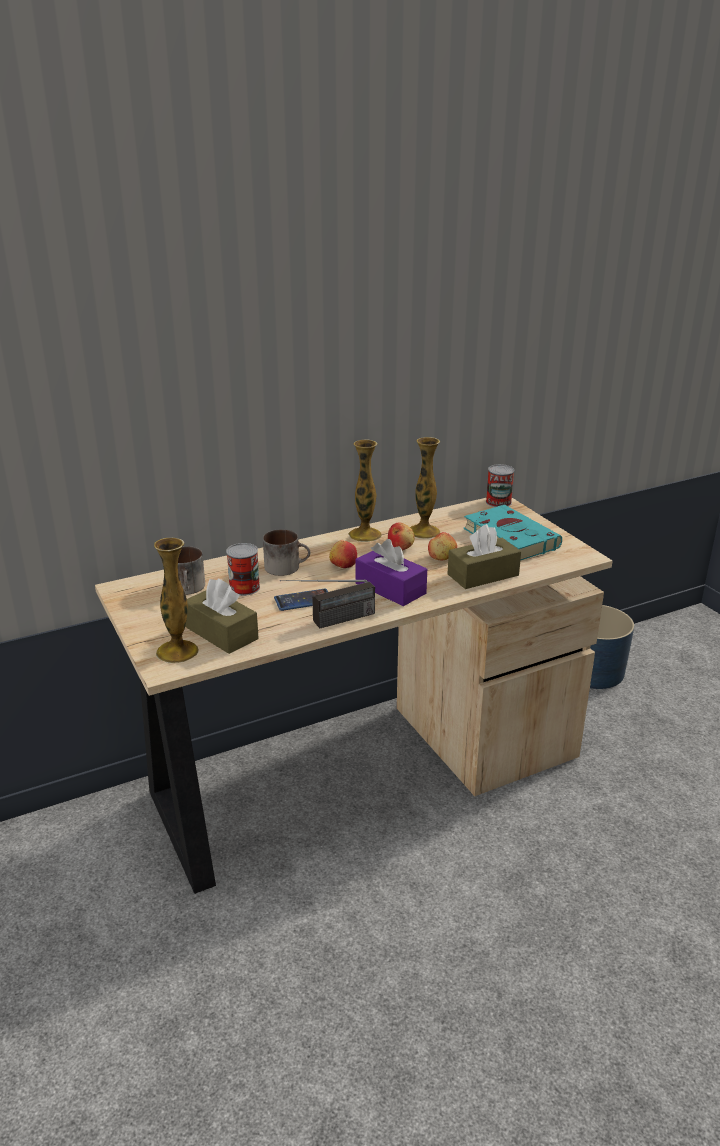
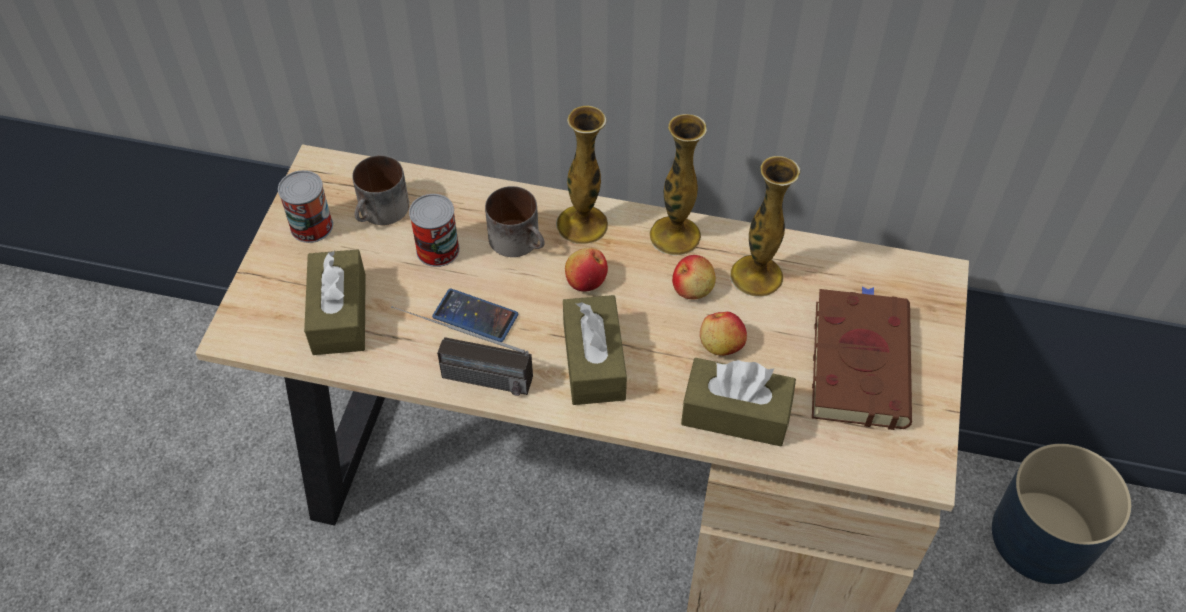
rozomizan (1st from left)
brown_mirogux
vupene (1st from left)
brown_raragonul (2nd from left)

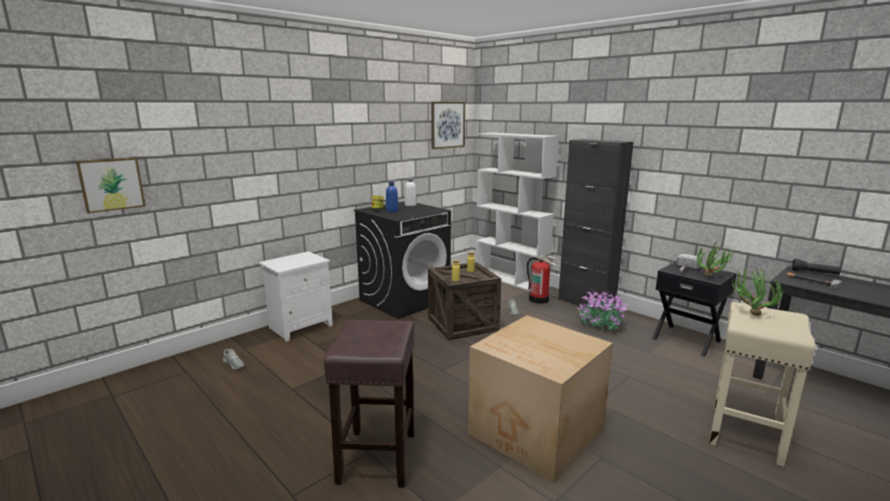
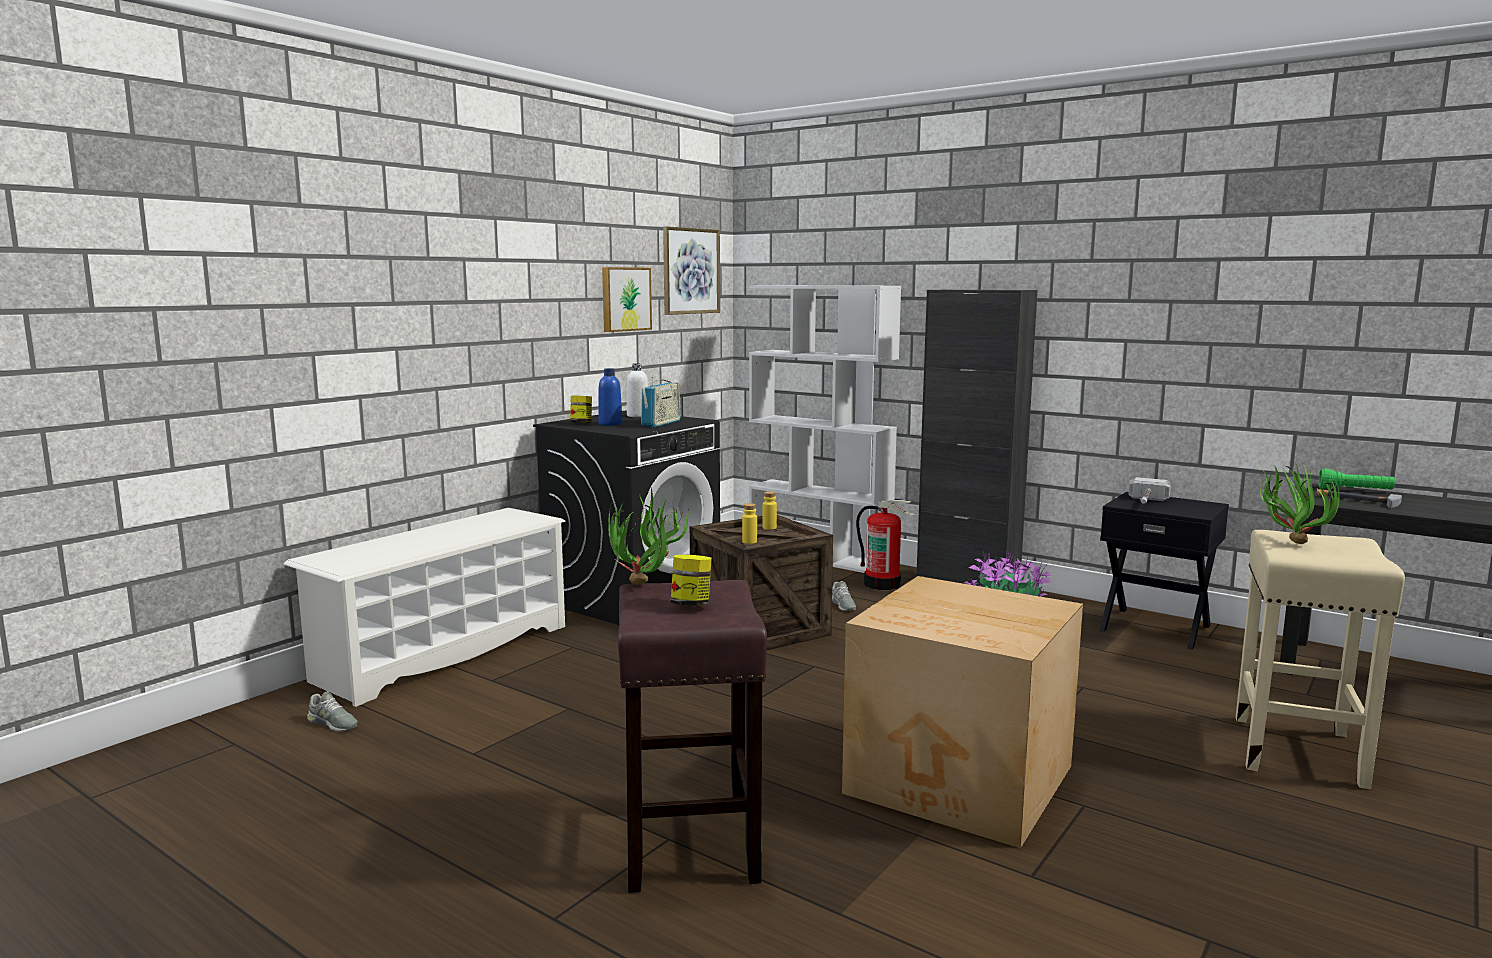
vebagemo (1st from left)
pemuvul (1st from left)
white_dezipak
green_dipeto
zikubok
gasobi (2nd from left)

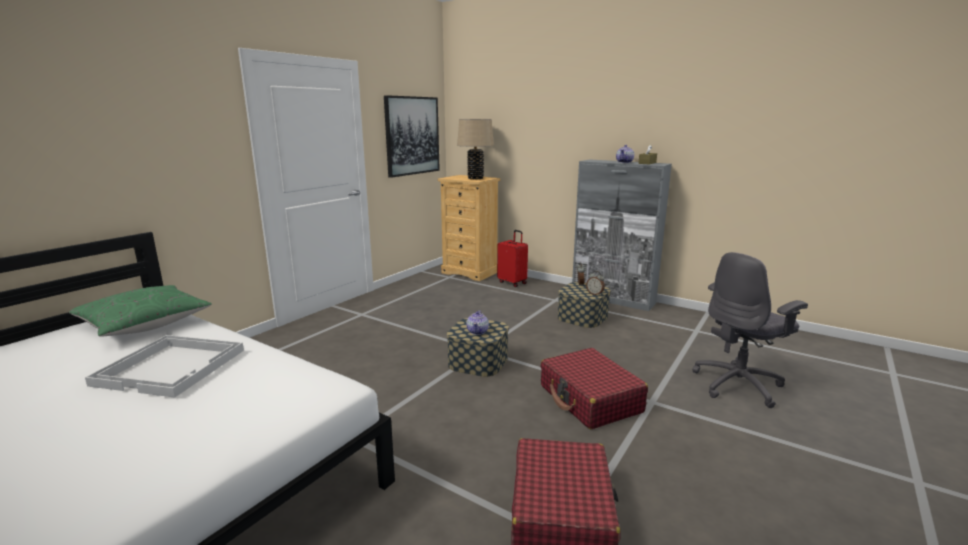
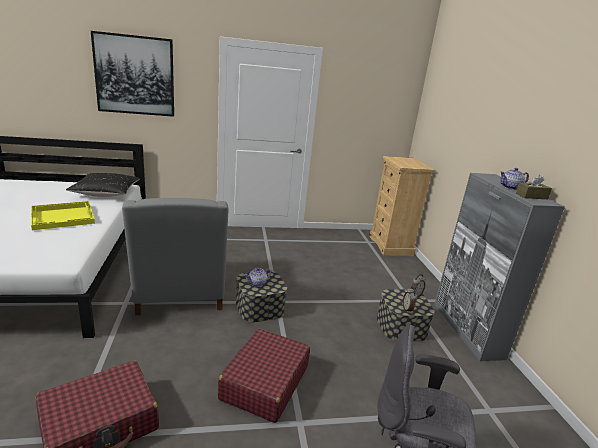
vebagemo
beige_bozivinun
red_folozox (1st from left in the first image)
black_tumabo
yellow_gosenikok
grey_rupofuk

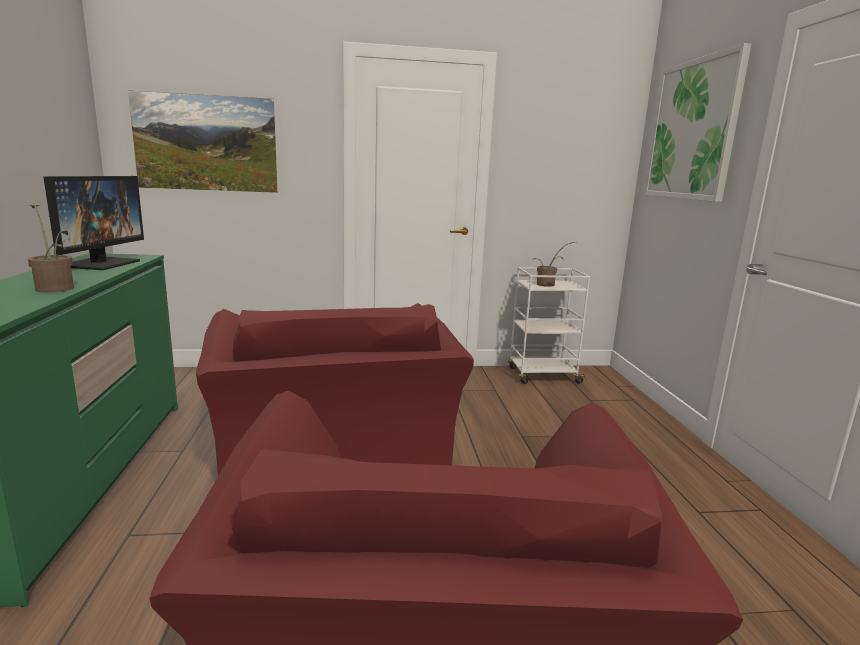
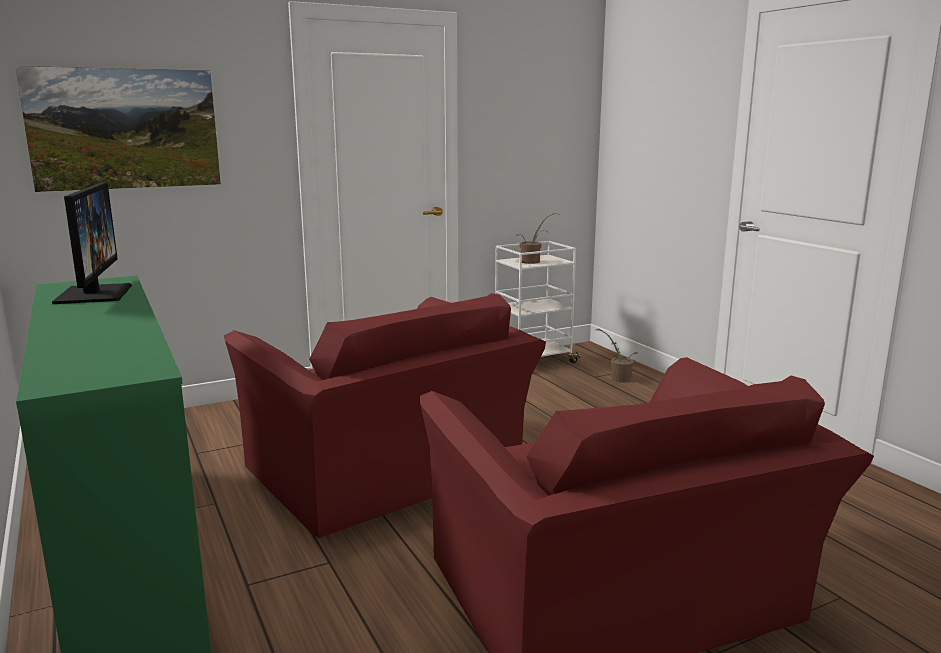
vebagemo (2nd from left in the first image)
pemuvul (2nd from left)

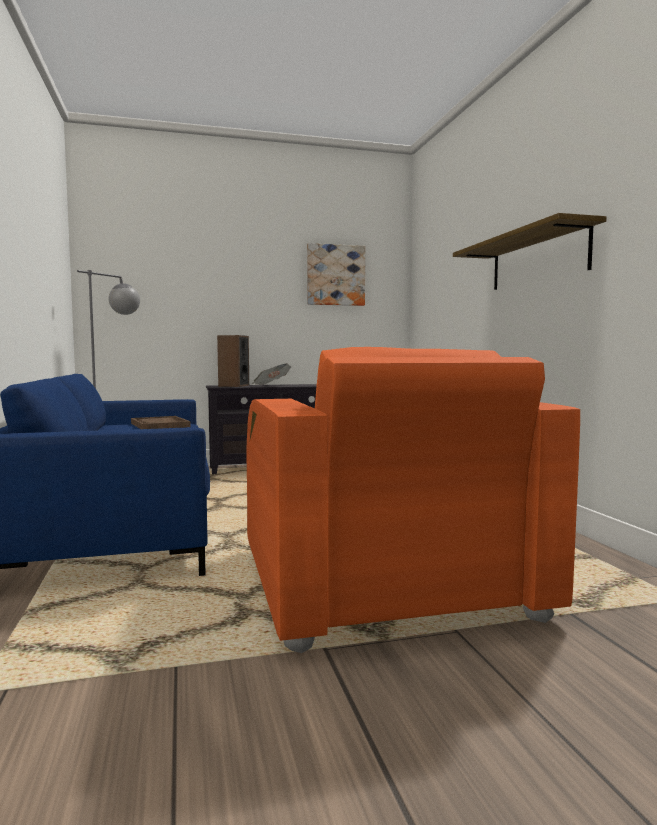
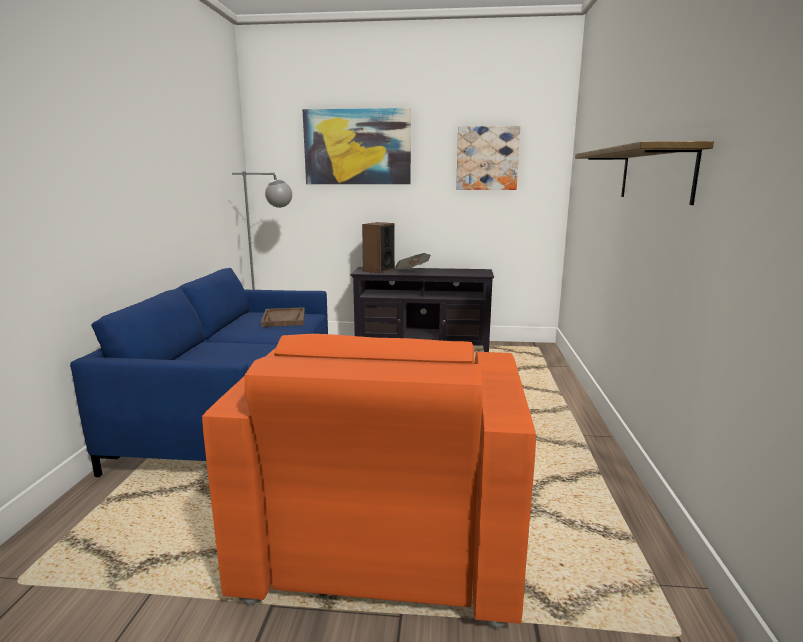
vebagemo (1st from left)

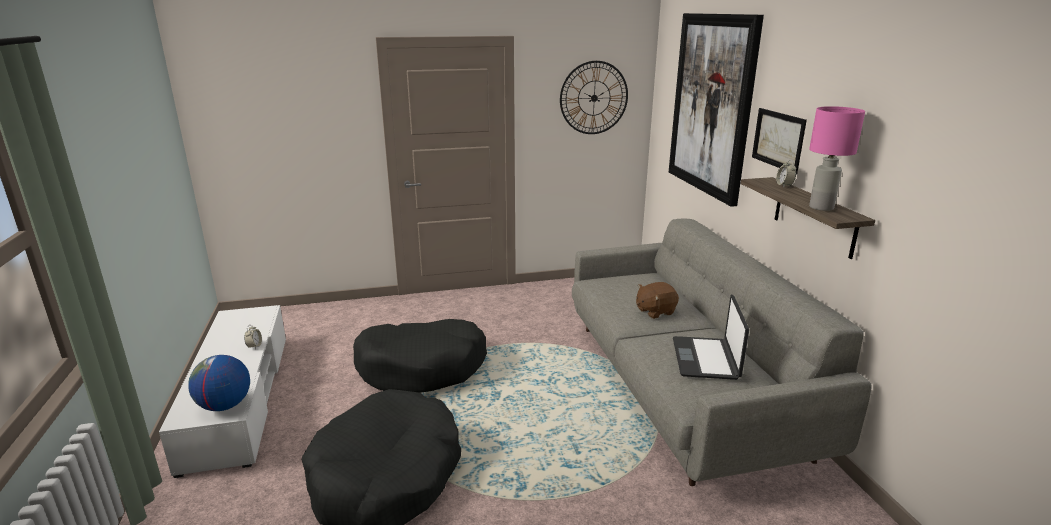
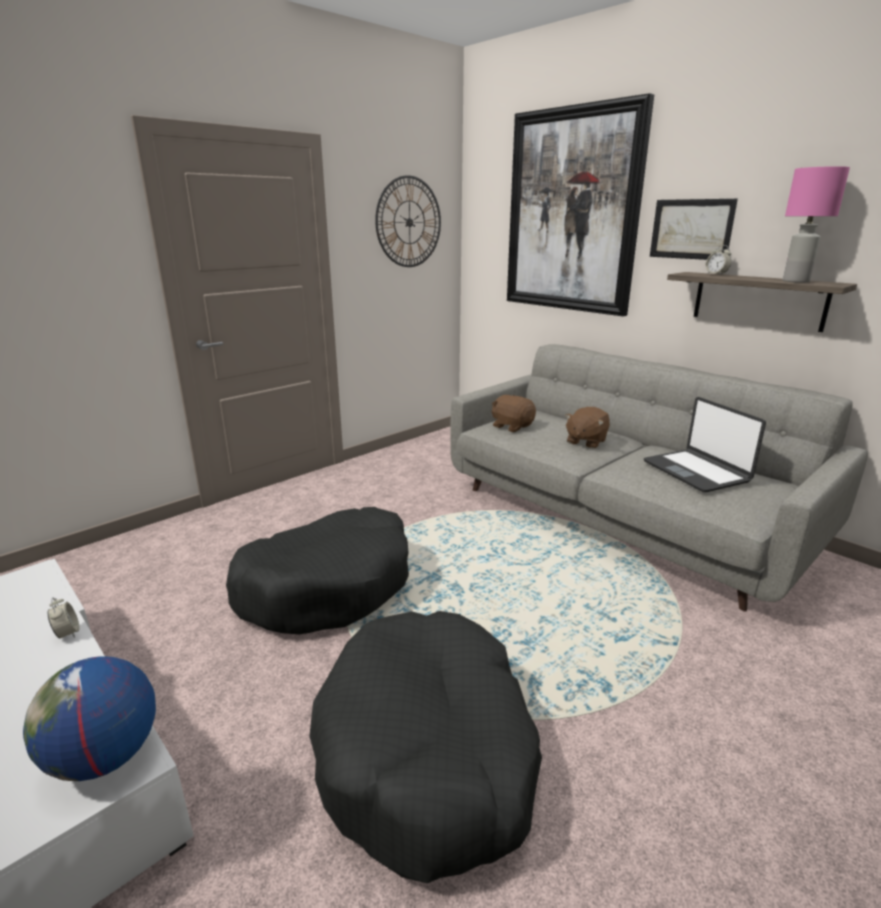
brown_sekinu (1st from left)

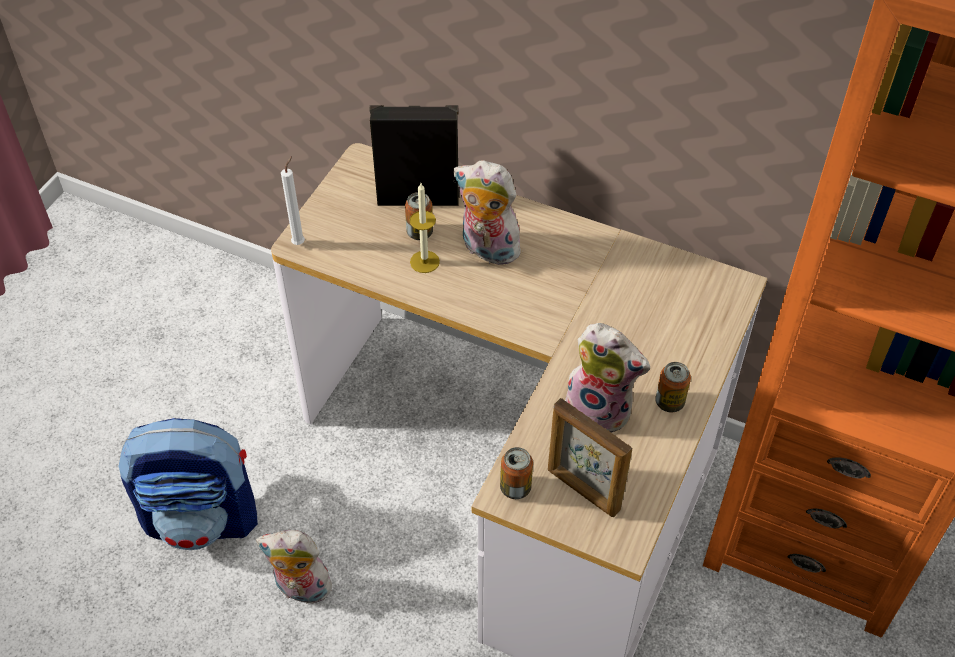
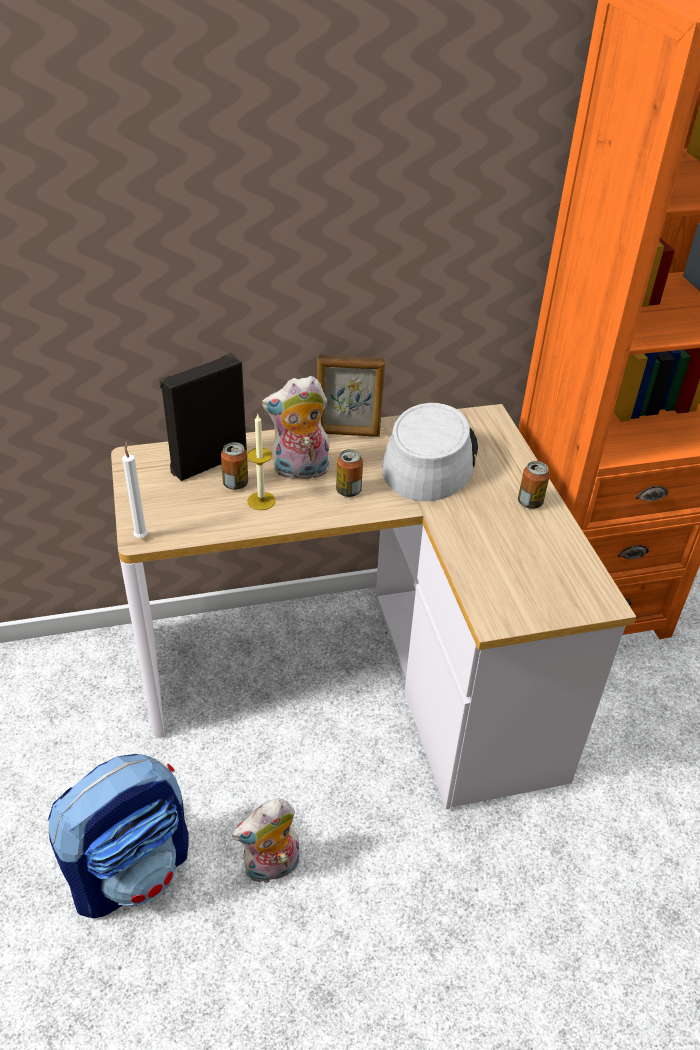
sekinu (3rd from left in the first image)
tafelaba
rozomizan (2nd from left)
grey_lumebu

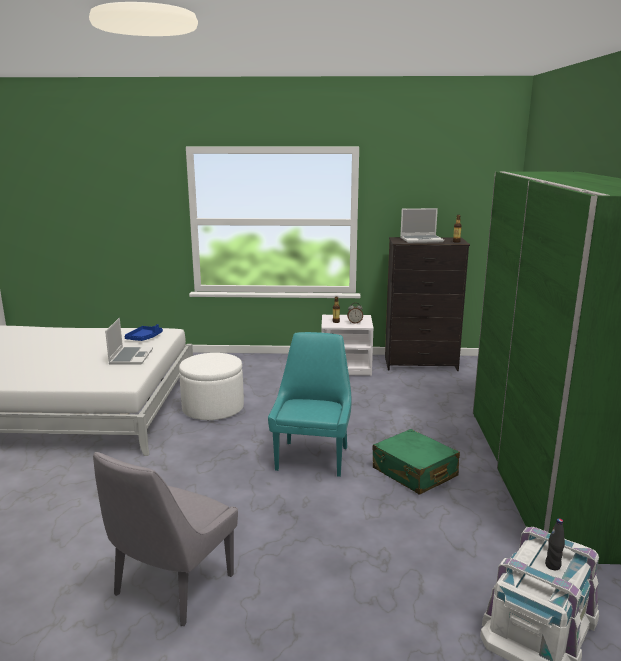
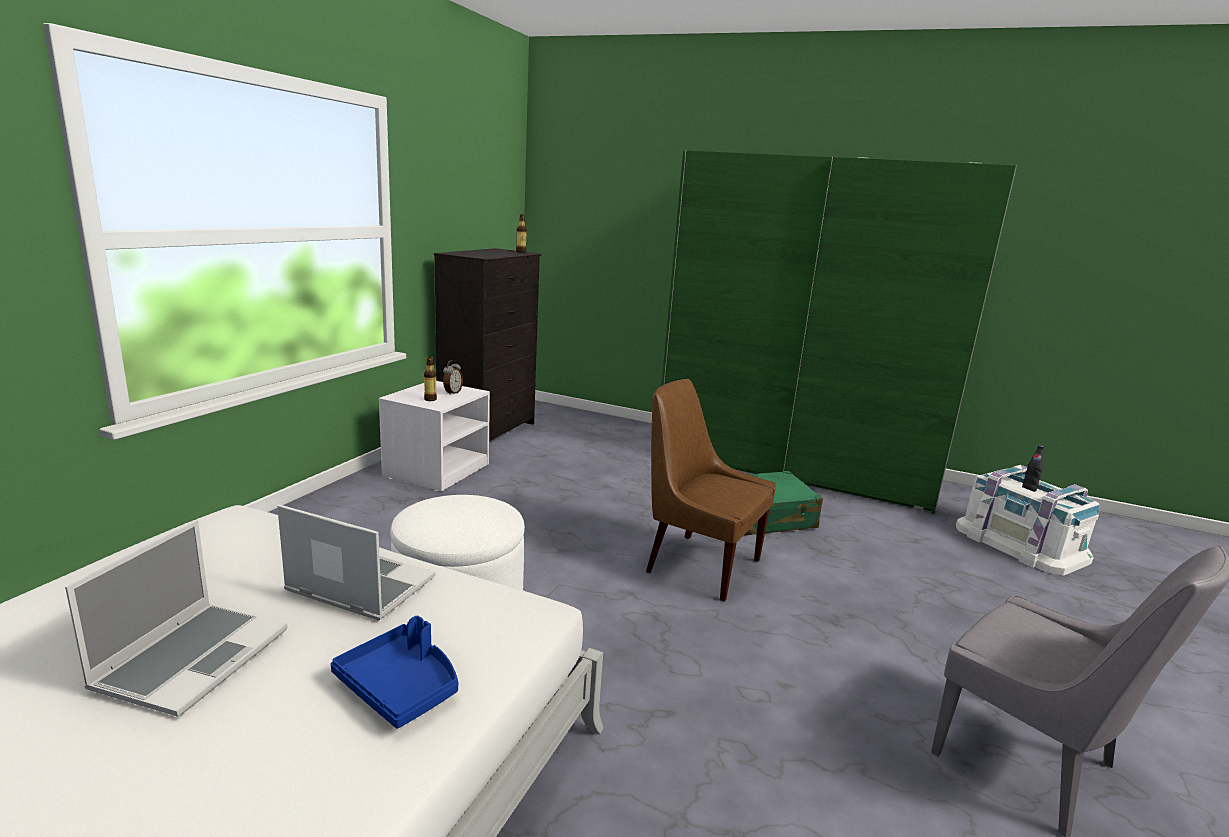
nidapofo (1st from left)
blue_gosenikok
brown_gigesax

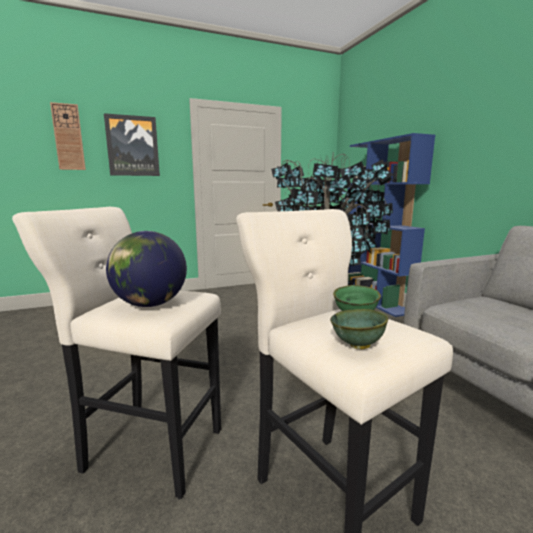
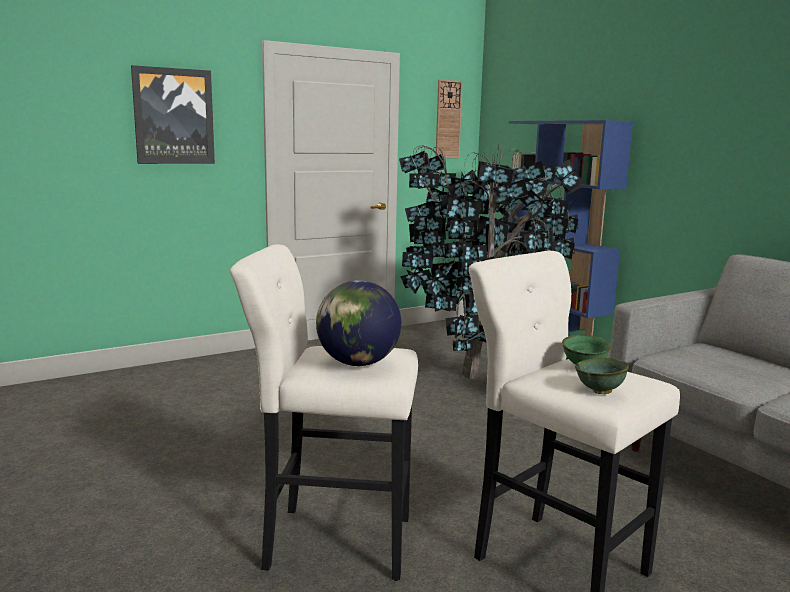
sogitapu

